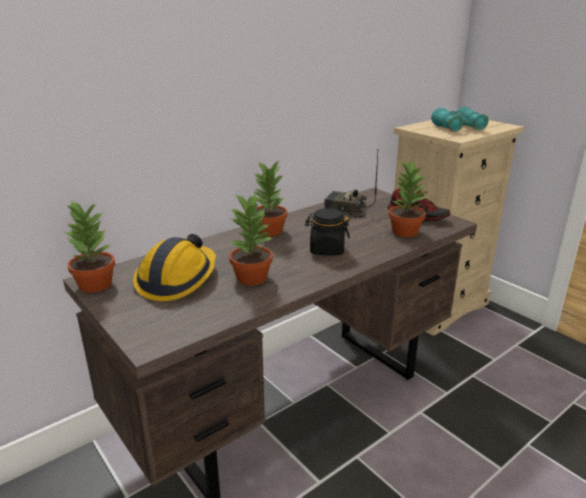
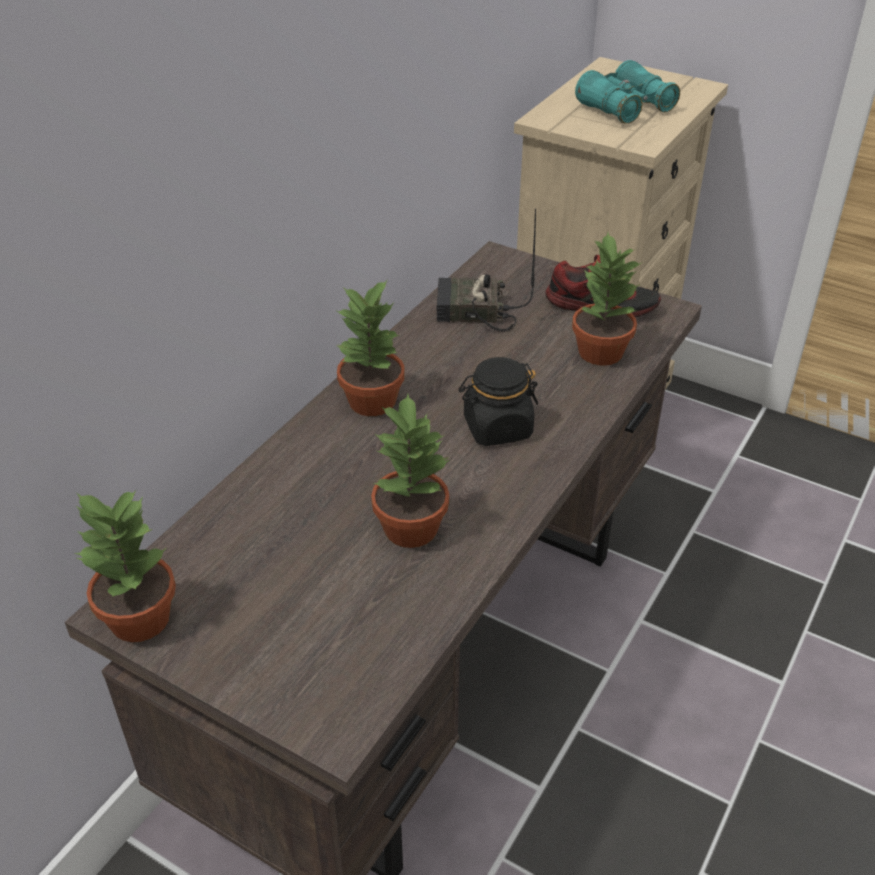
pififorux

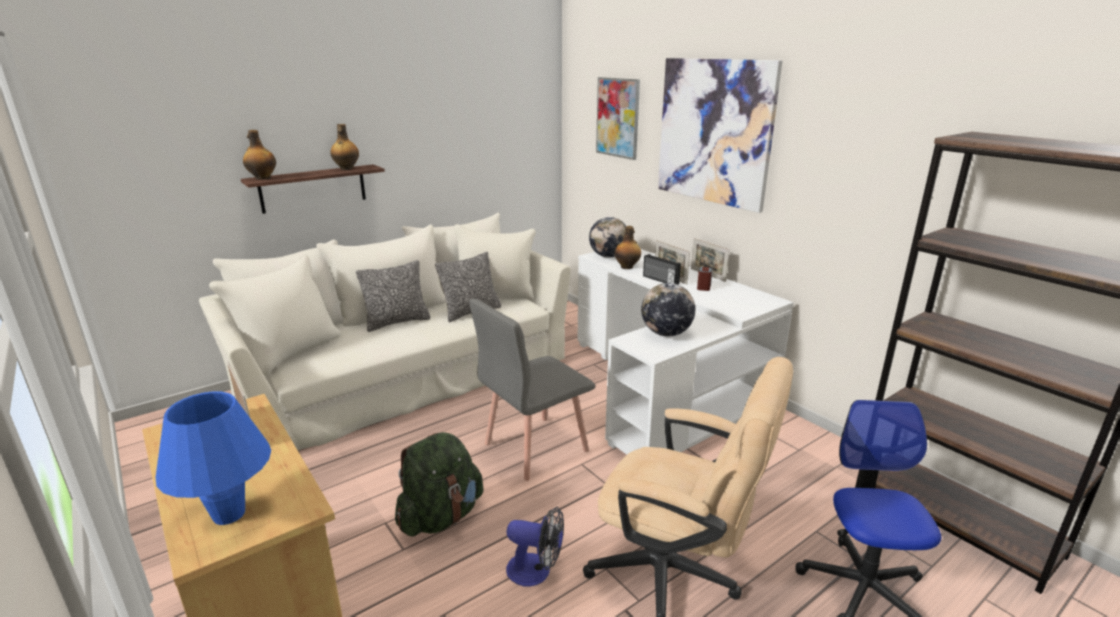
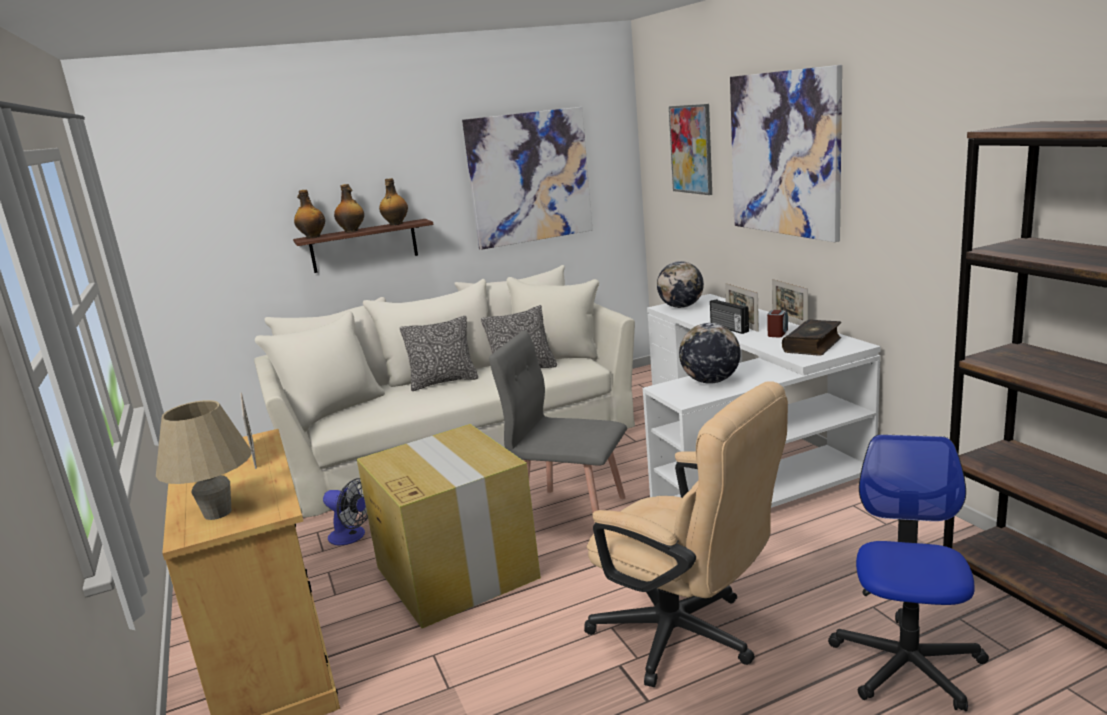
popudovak (2nd from left)
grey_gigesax
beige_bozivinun
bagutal
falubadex
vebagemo (1st from left)
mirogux

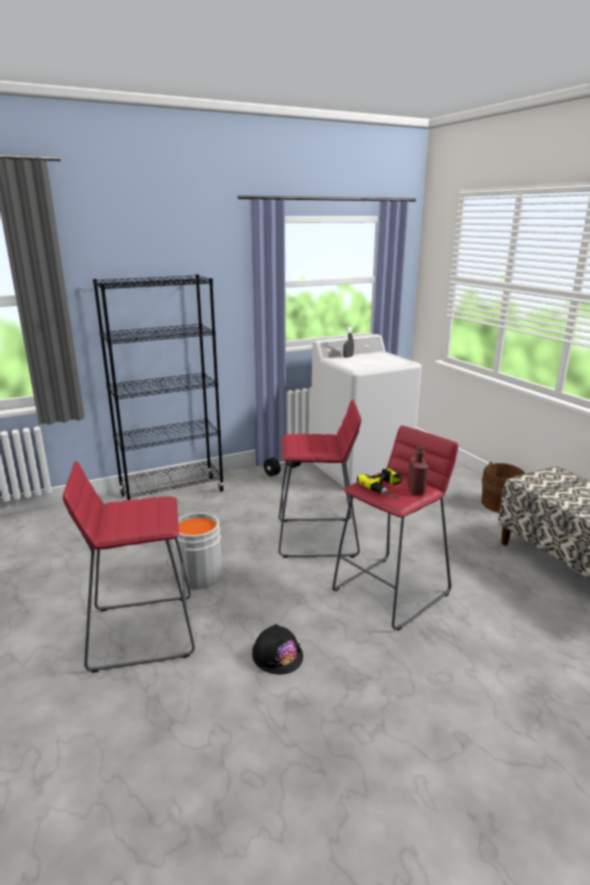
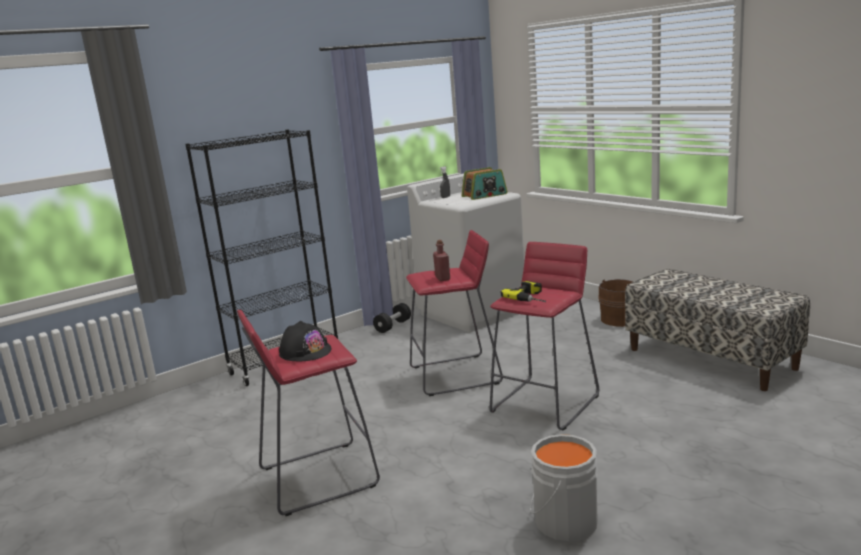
red_popudovak
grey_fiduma
black_pififorux
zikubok

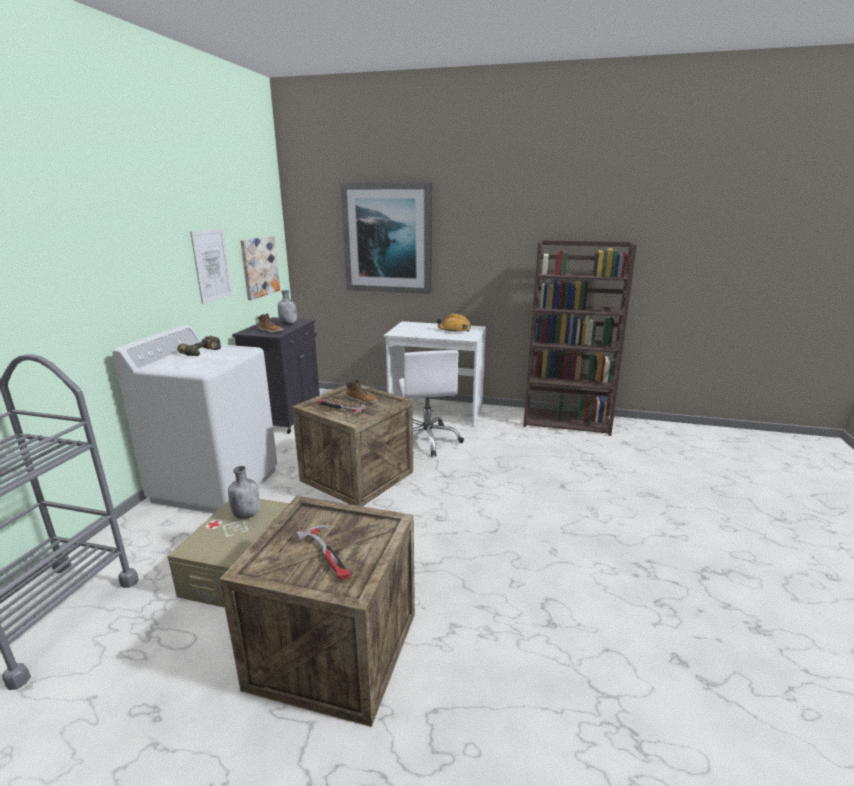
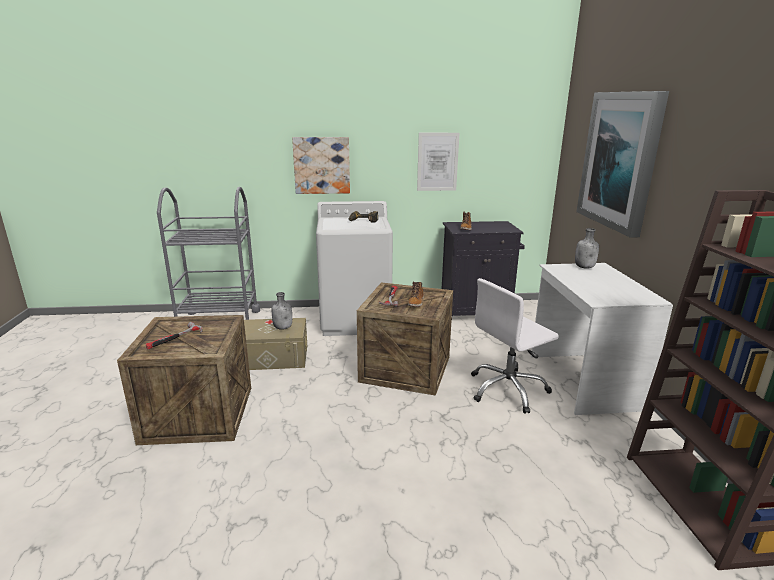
vebagemo (1st from left)
grey_popudovak (2nd from left)
orange_pififorux

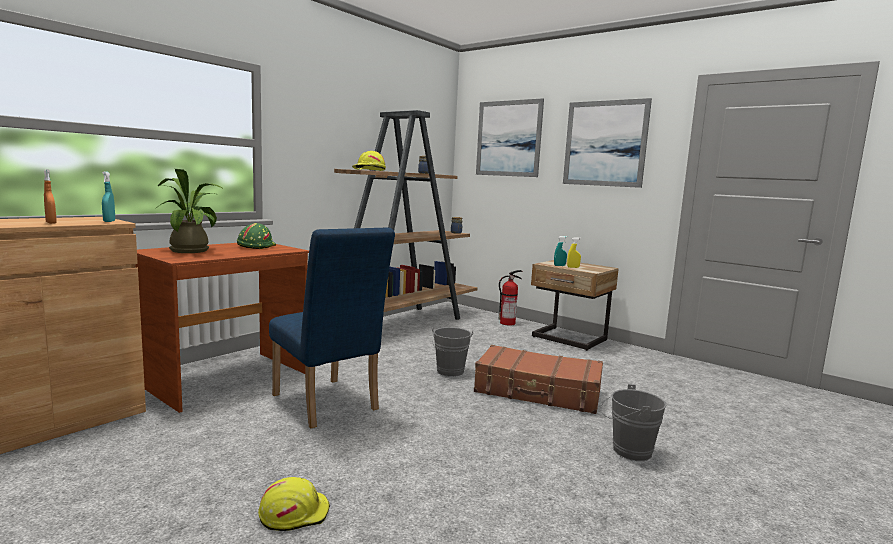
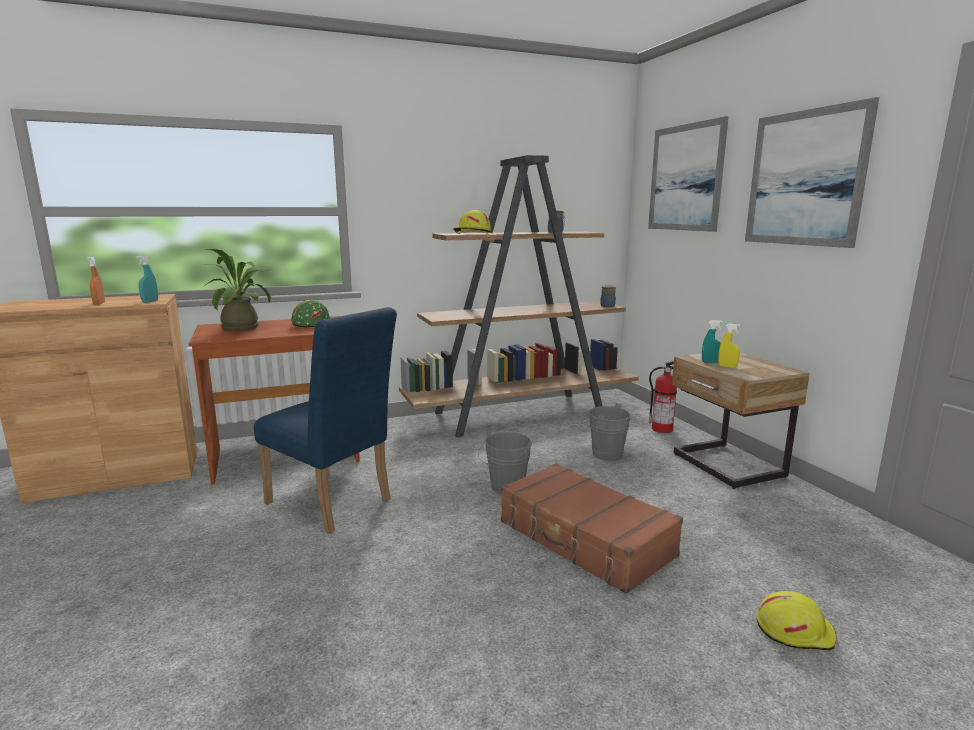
blue_gigesax
grey_fiduma (2nd from left)
yellow_pififorux (2nd from left)

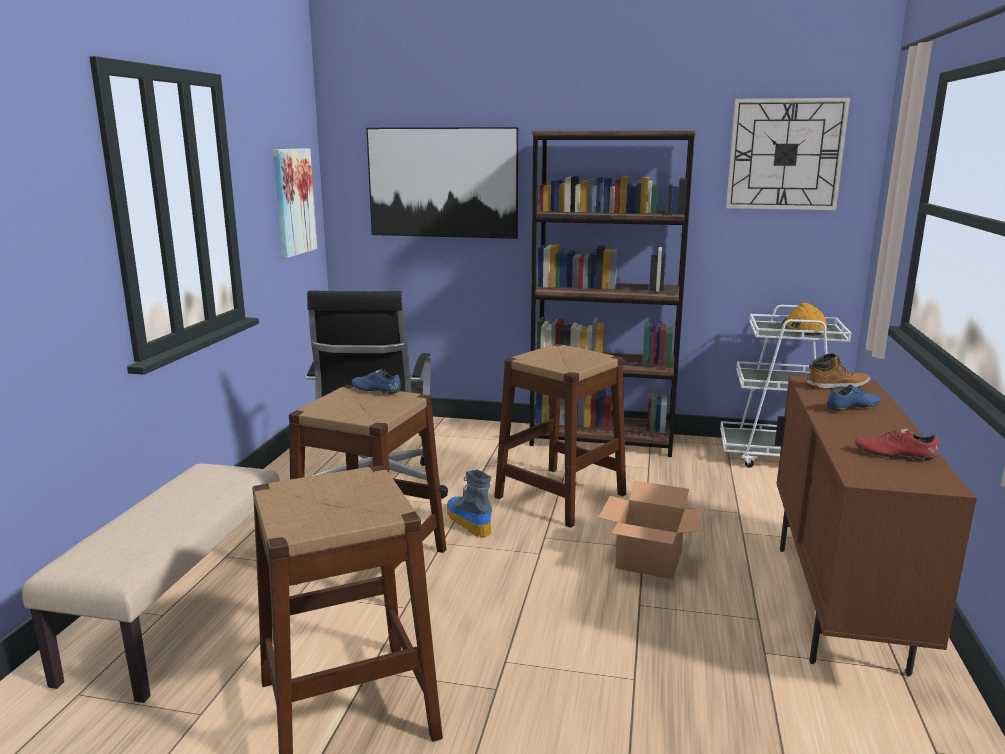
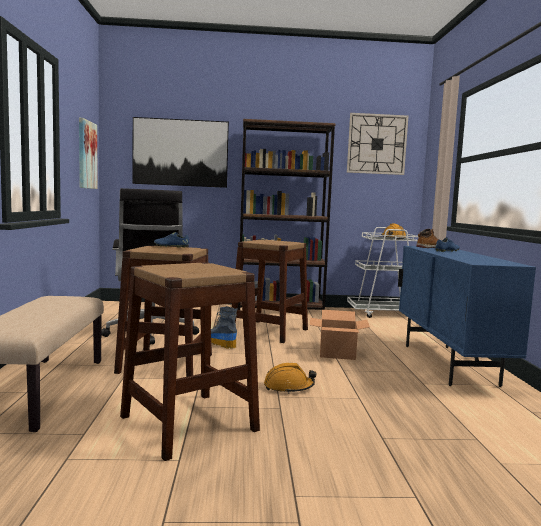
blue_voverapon
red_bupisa
orange_pififorux (1st from left)

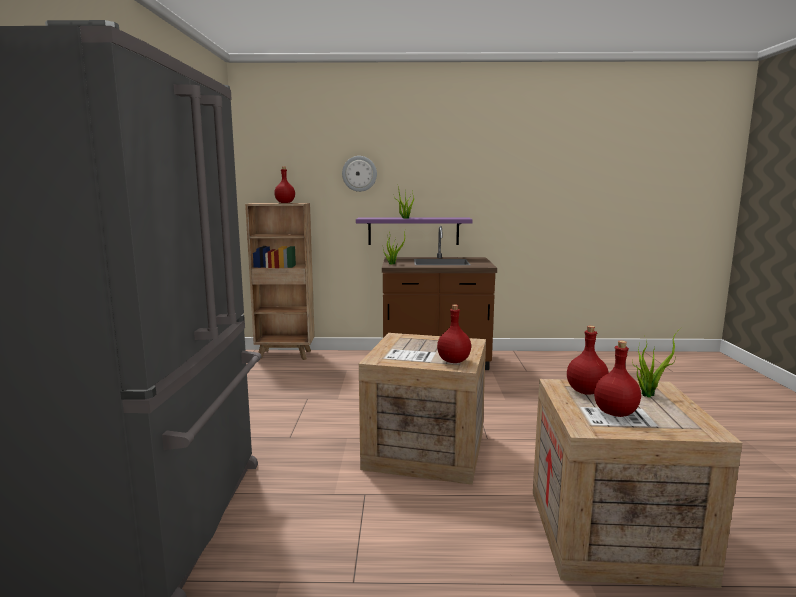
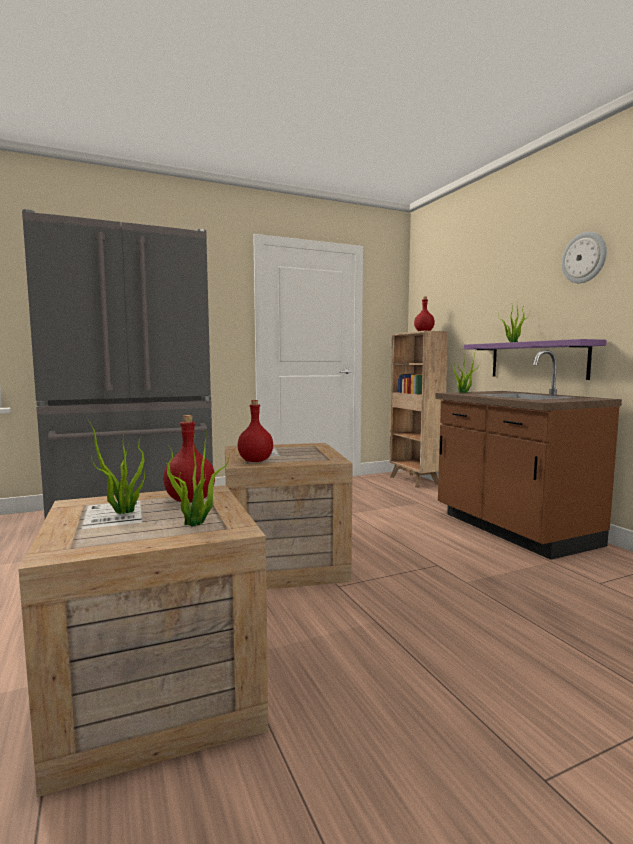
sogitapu
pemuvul (1st from left)

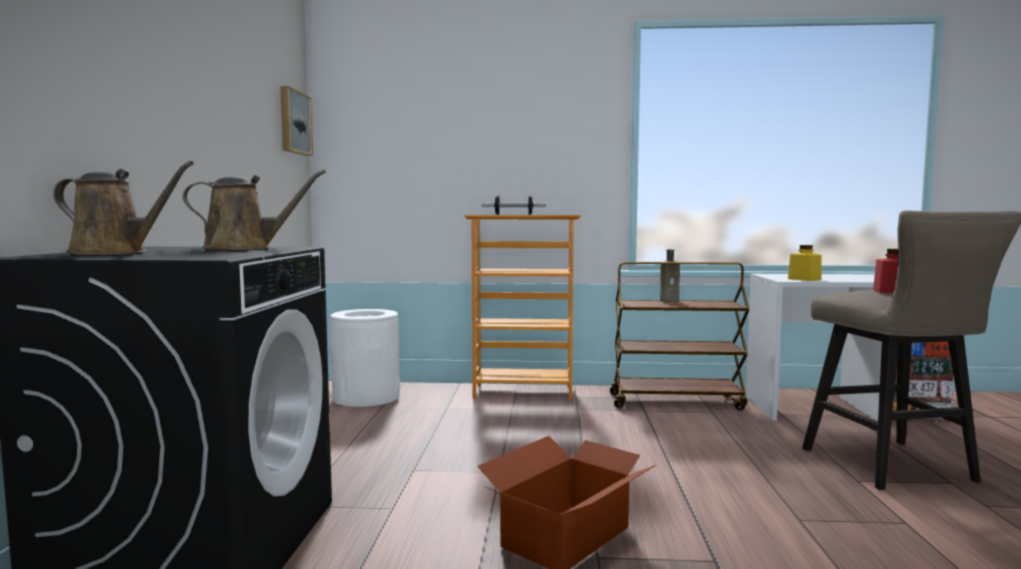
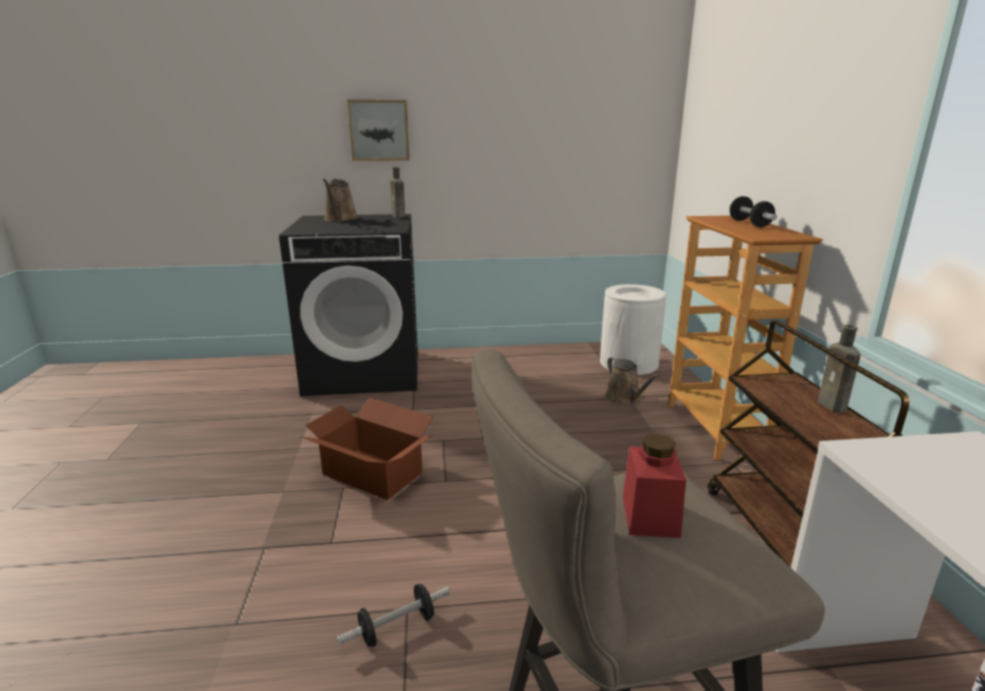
vebagemo
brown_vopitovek (2nd from left)
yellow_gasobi
brown_popudovak (1st from left)
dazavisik (1st from left)

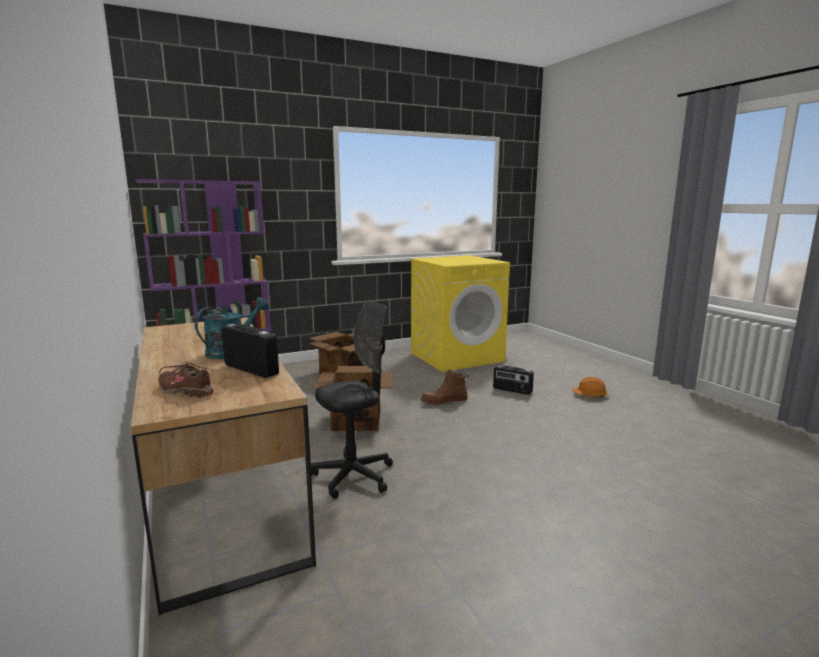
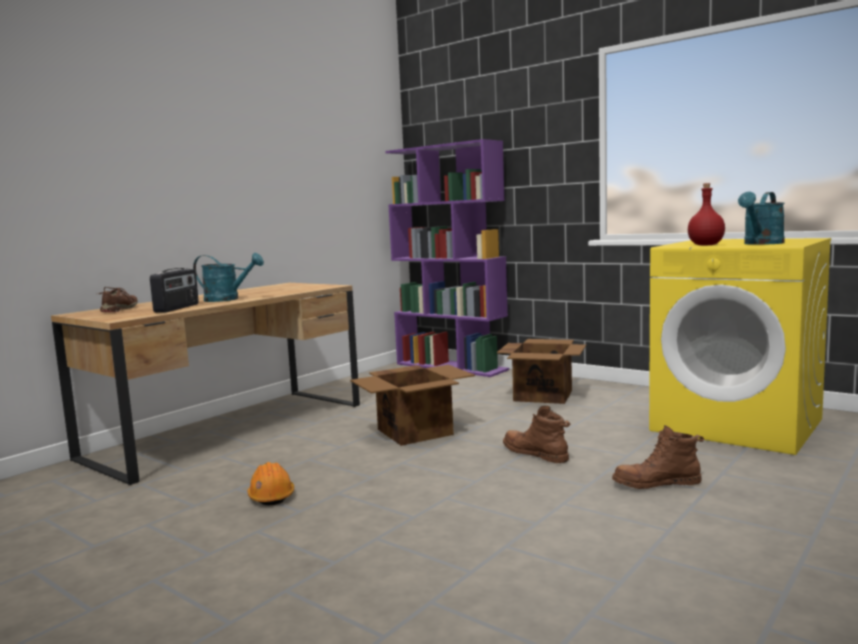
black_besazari
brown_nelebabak (2nd from left)
orange_pififorux
red_popudovak
turquoise_vopitovek (2nd from left)

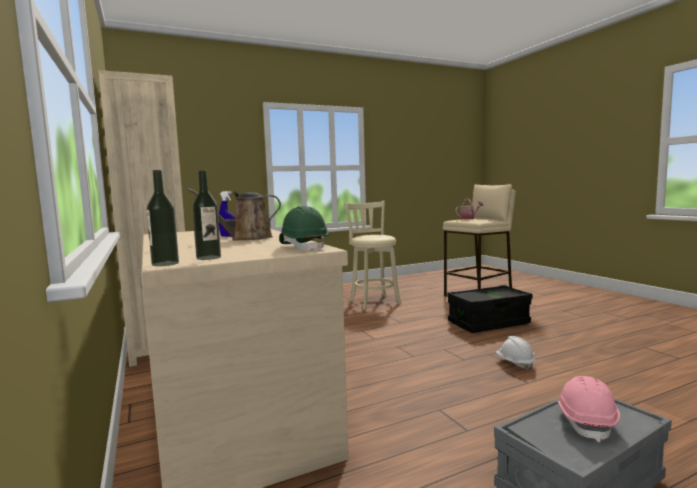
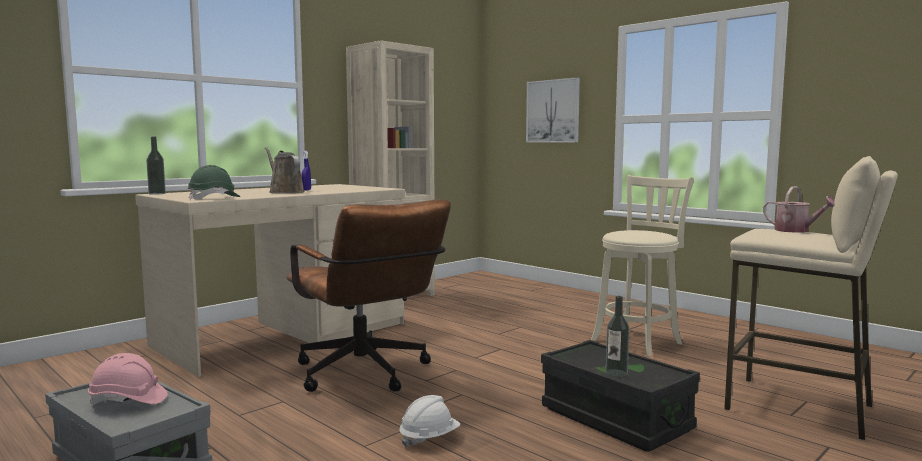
popudovak (2nd from left)
vebagemo
brown_besazari

